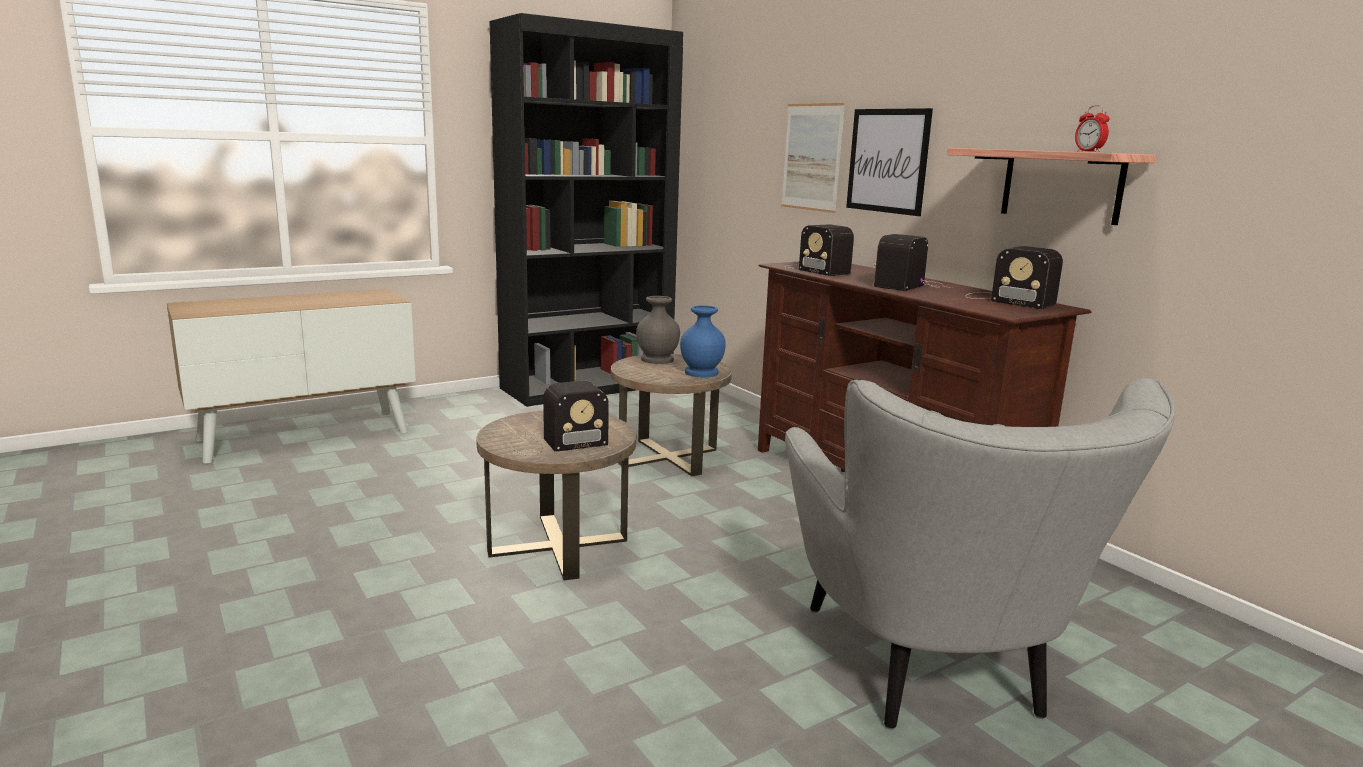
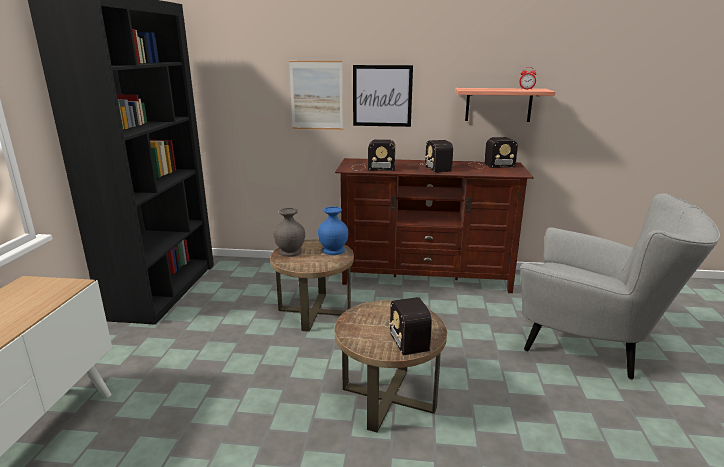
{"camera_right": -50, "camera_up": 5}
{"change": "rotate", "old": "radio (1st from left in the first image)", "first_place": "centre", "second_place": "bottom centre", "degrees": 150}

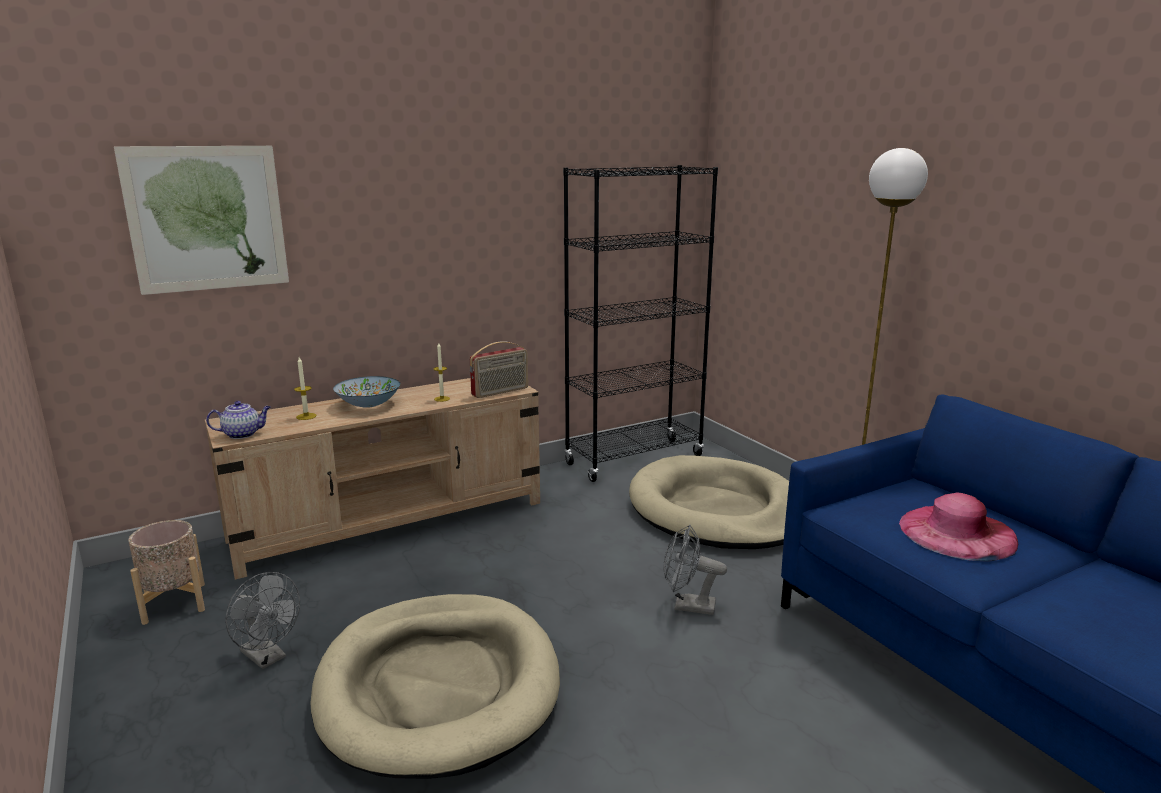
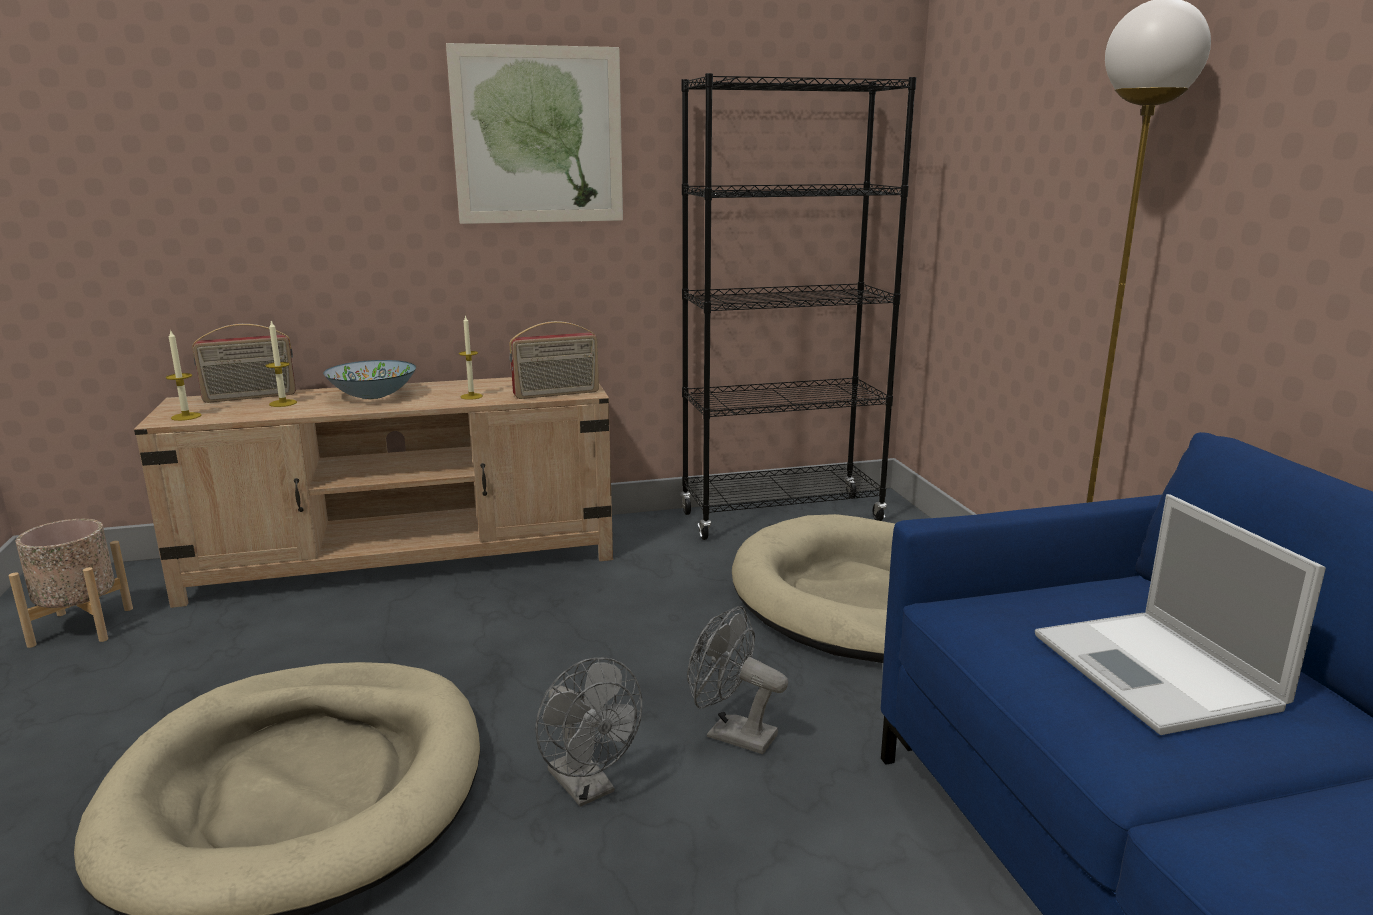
{"camera_right": 15, "camera_up": 0}
{"change": "move", "old": "wall art", "first_place": "top left", "second_place": "top centre"}
{"change": "replace", "old": "tea pot", "new": "wax candle (1st from left)", "first_place": "middle left", "second_place": "middle left"}
{"change": "move", "old": "grey fan (1st from left)", "first_place": "bottom left", "second_place": "bottom centre"}
{"change": "replace", "old": "pink hat", "new": "laptop", "first_place": "middle right", "second_place": "bottom right"}
{"change": "insert", "new": "radio (1st from left)", "second_place": "middle left"}

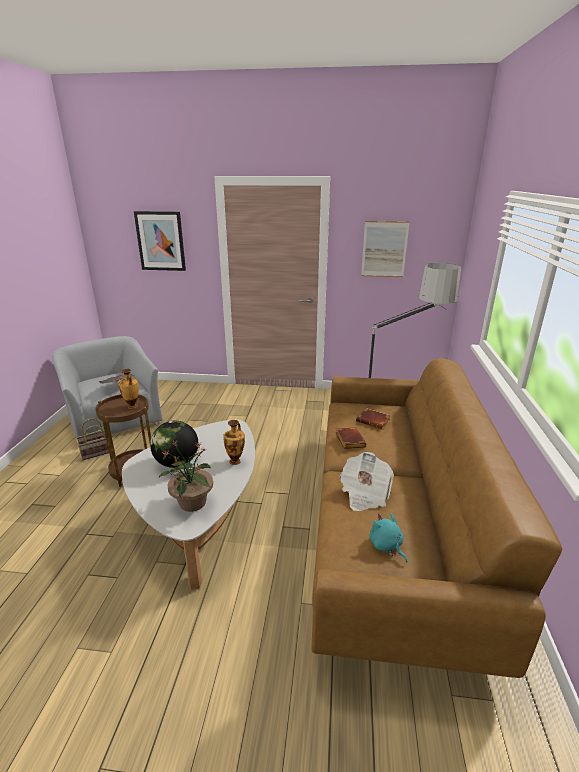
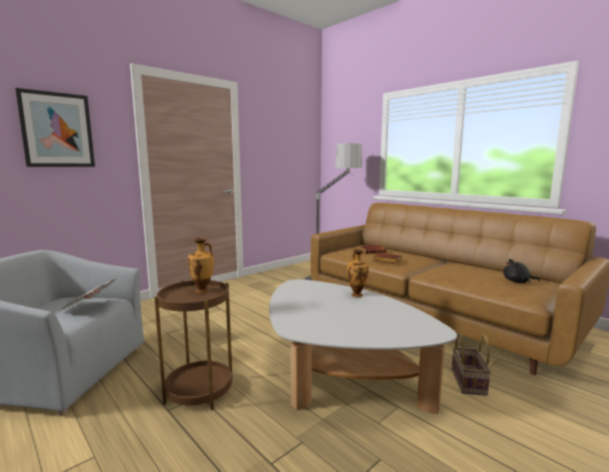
{"camera_right": -50, "camera_up": -15}
{"change": "move", "old": "basket", "first_place": "middle left", "second_place": "bottom right"}
{"change": "delete", "old": "world globe", "first_place": "middle left"}
{"change": "delete", "old": "potted plant", "first_place": "middle left"}
{"change": "delete", "old": "daily paper (2nd from left)", "first_place": "centre"}
{"change": "delete", "old": "wall art (2nd from left)", "first_place": "top centre"}
{"change": "recolor", "old": "turquoise cuddly toy", "new": "black-coloured cuddly toy", "first_place": "bottom right", "second_place": "middle right"}

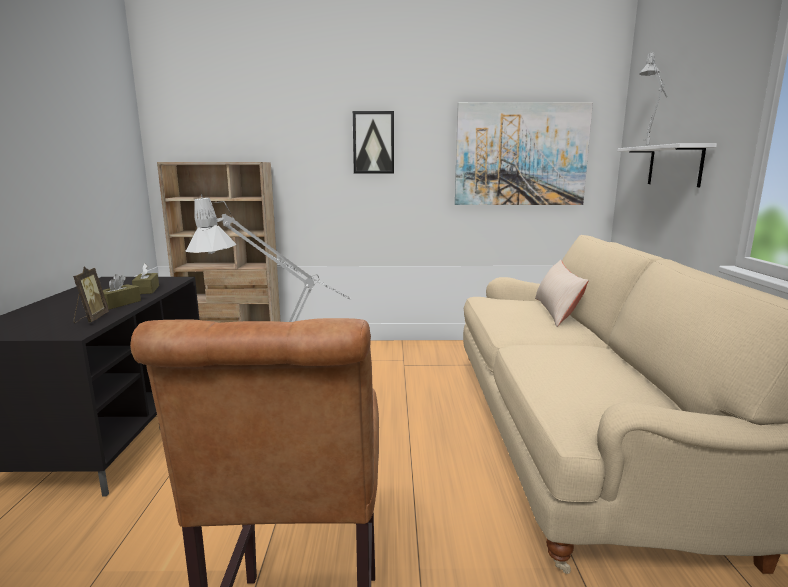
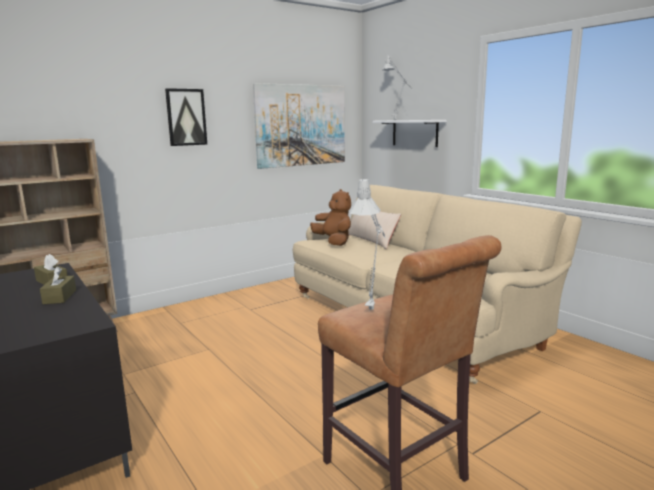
{"camera_right": -35, "camera_up": 0}
{"change": "delete", "old": "picture frame", "first_place": "middle left"}
{"change": "insert", "new": "brown cuddly toy", "second_place": "centre"}

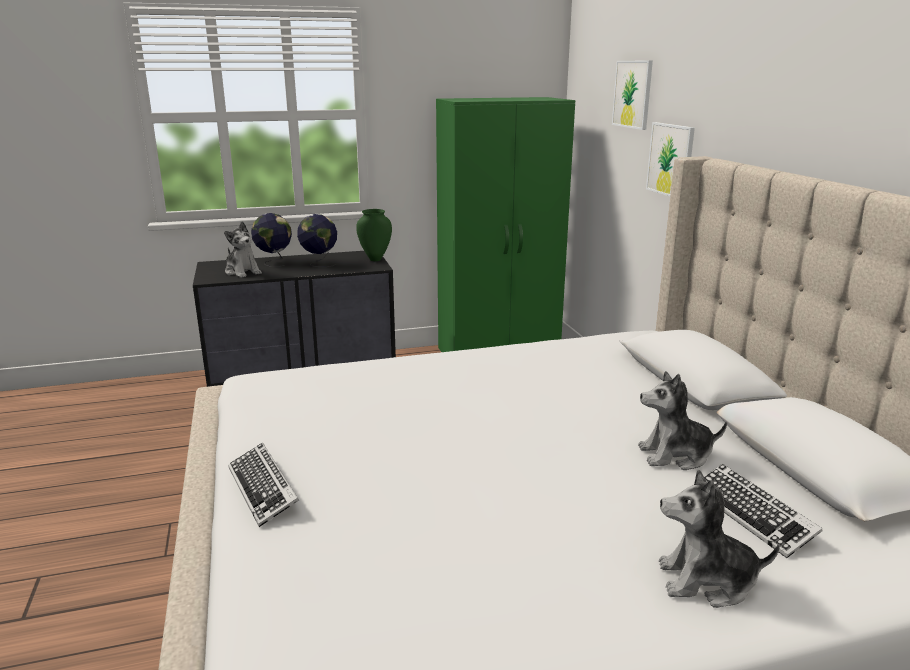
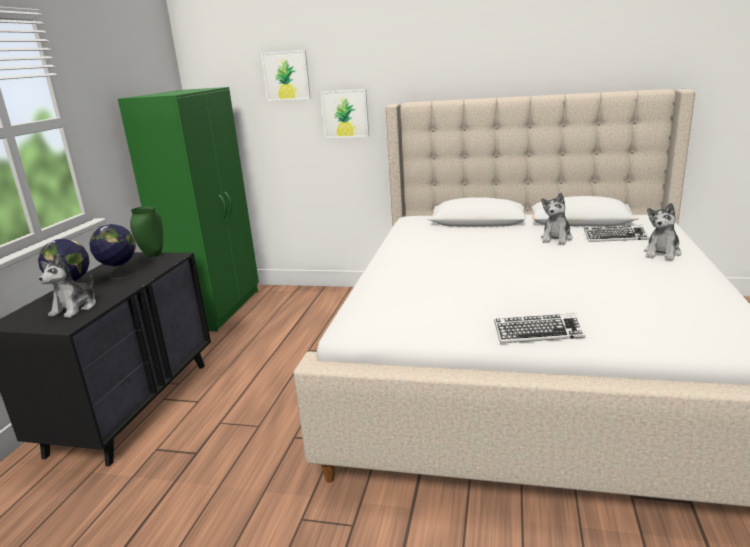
{"camera_right": -60, "camera_up": 0}
{"change": "rotate", "old": "cuddly toy (1st from left)", "first_place": "middle left", "second_place": "middle left", "degrees": 120}

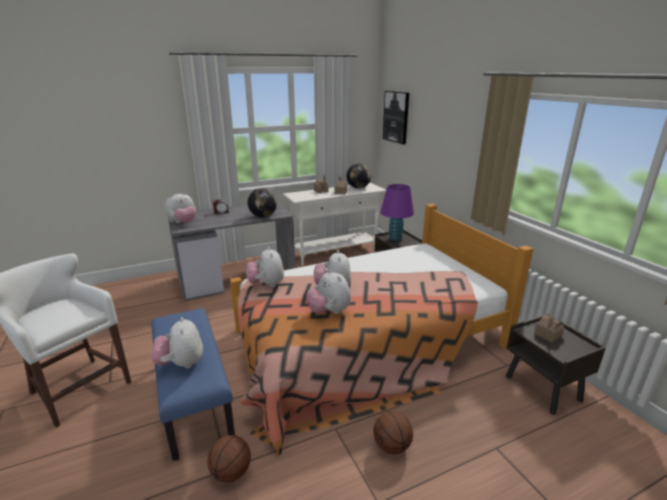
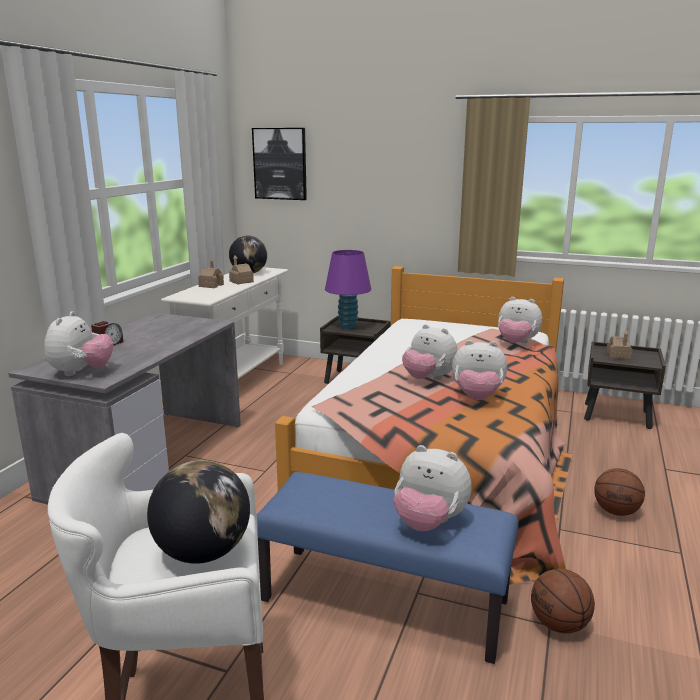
{"camera_right": -45, "camera_up": -5}
{"change": "move", "old": "cuddly toy (3rd from left in the first image)", "new": "cuddly toy (5th from left)", "first_place": "centre", "second_place": "middle right"}
{"change": "move", "old": "world globe (1st from left)", "first_place": "centre", "second_place": "bottom left"}

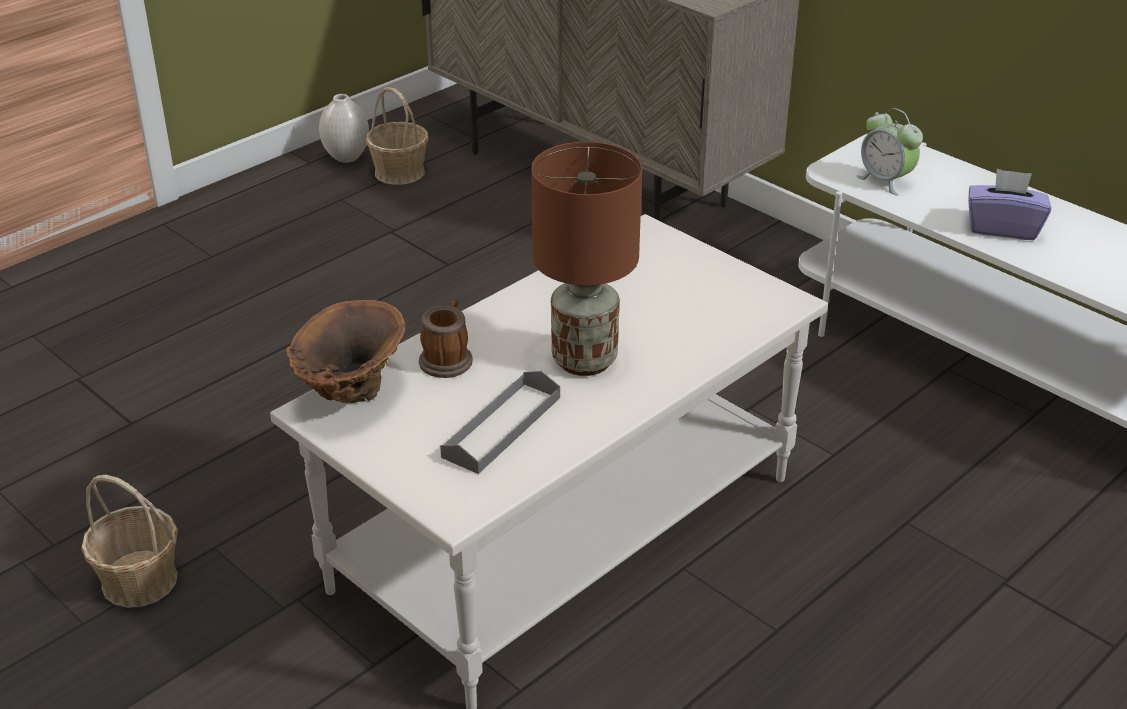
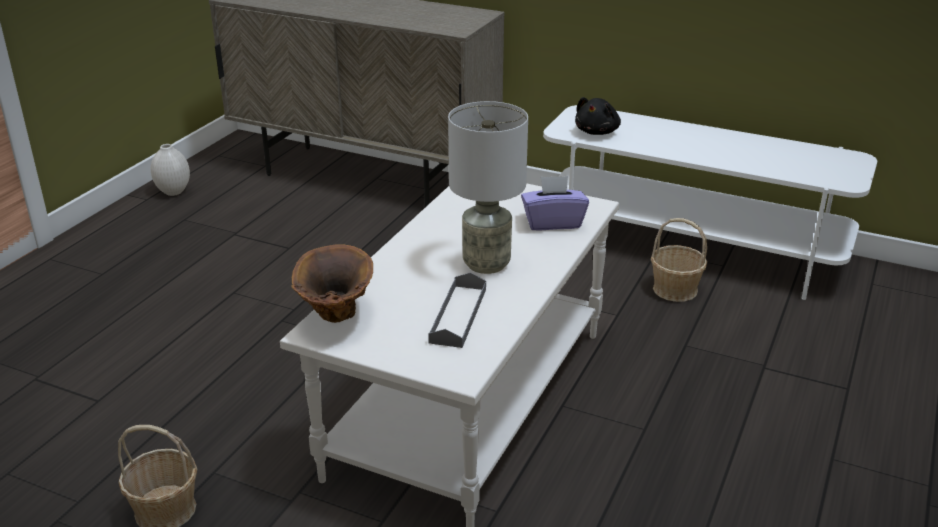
{"camera_right": -20, "camera_up": -5}
{"change": "move", "old": "basket (2nd from left)", "first_place": "top centre", "second_place": "middle right"}
{"change": "delete", "old": "mug", "first_place": "centre"}
{"change": "recolor", "old": "brown table lamp", "new": "grey table lamp", "first_place": "centre", "second_place": "centre"}
{"change": "replace", "old": "bedside clock", "new": "black-coloured cuddly toy", "first_place": "top right", "second_place": "top centre"}
{"change": "move", "old": "purple tissue holder", "first_place": "top right", "second_place": "centre"}

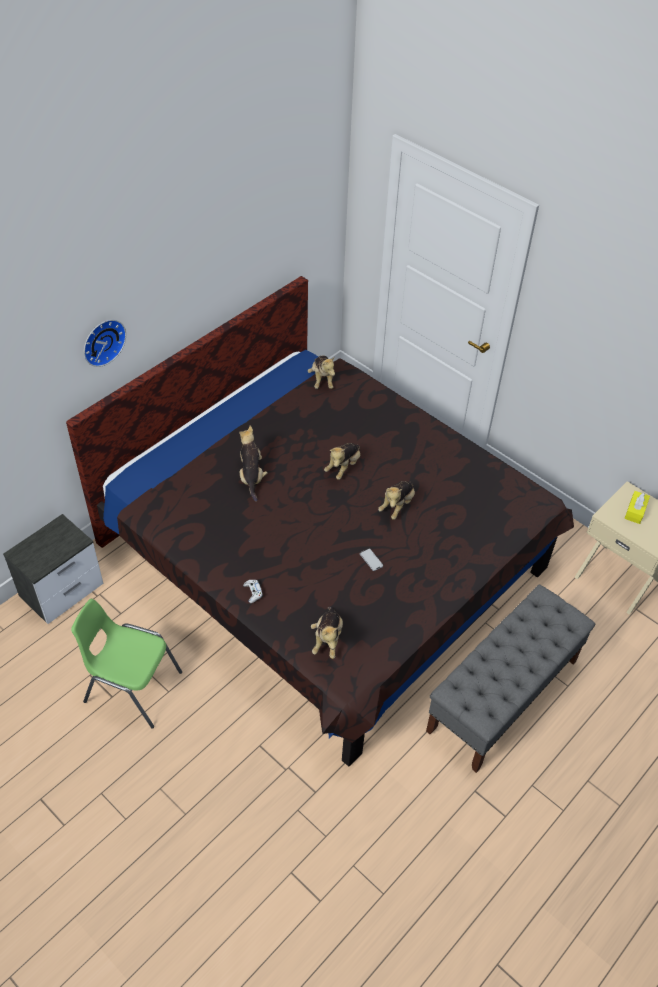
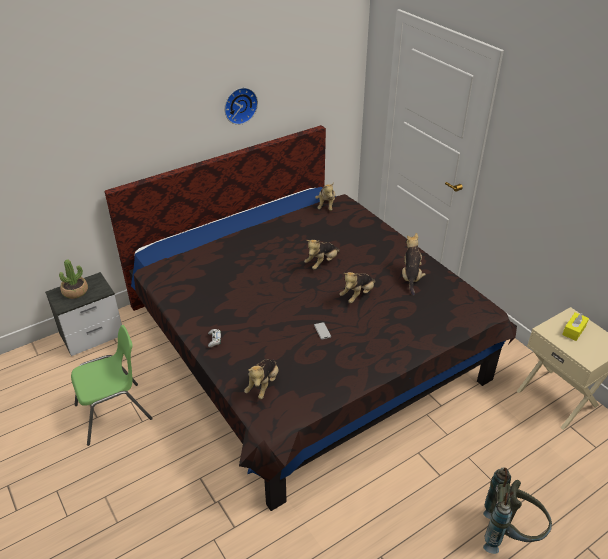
{"camera_right": 15, "camera_up": -10}
{"change": "rotate", "old": "greenish plain chair", "first_place": "bottom left", "second_place": "bottom left", "degrees": 120}
{"change": "move", "old": "clock on the wall", "first_place": "middle left", "second_place": "top centre"}
{"change": "move", "old": "cuddly toy (1st from left in the first image)", "new": "cuddly toy (5th from left)", "first_place": "centre", "second_place": "middle right"}
{"change": "delete", "old": "grey indoor bench", "first_place": "bottom right"}
{"change": "insert", "new": "potted plant", "second_place": "middle left"}
{"change": "insert", "new": "grey backpack", "second_place": "bottom right"}

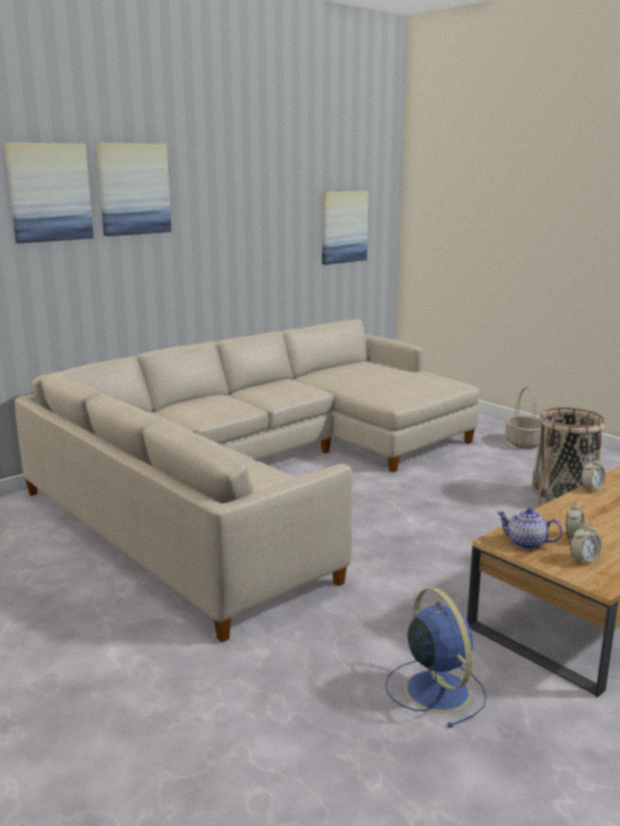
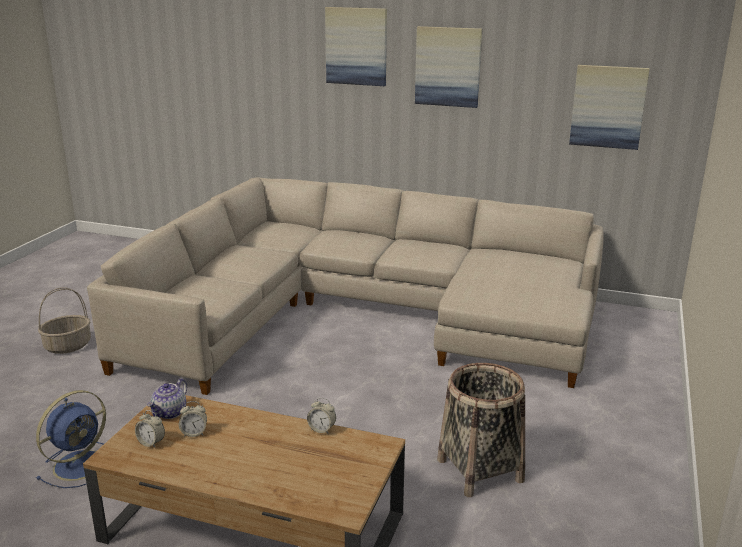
{"camera_right": 60, "camera_up": 5}
{"change": "move", "old": "wall art (1st from left in the first image)", "new": "wall art (2nd from left)", "first_place": "top left", "second_place": "top centre"}
{"change": "rotate", "old": "tea pot", "first_place": "middle right", "second_place": "bottom left", "degrees": -150}
{"change": "move", "old": "basket (1st from left)", "first_place": "middle right", "second_place": "middle left"}

